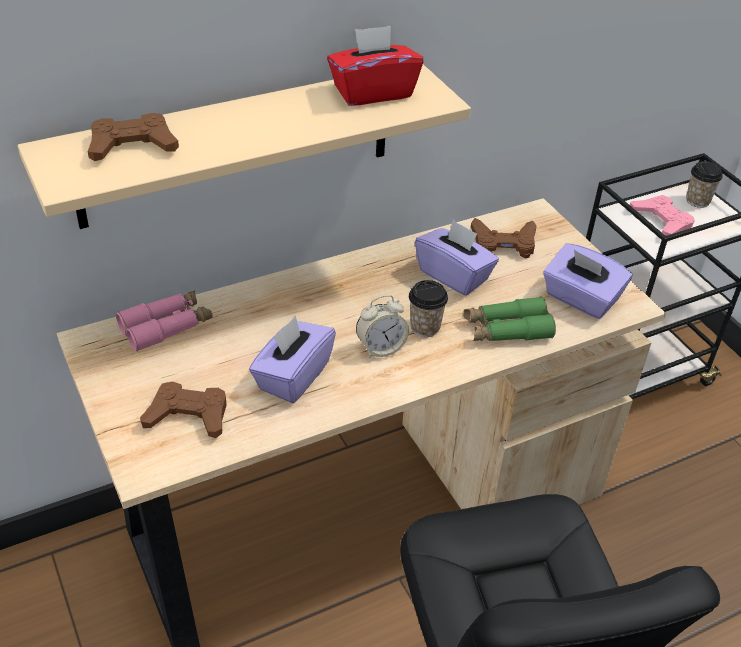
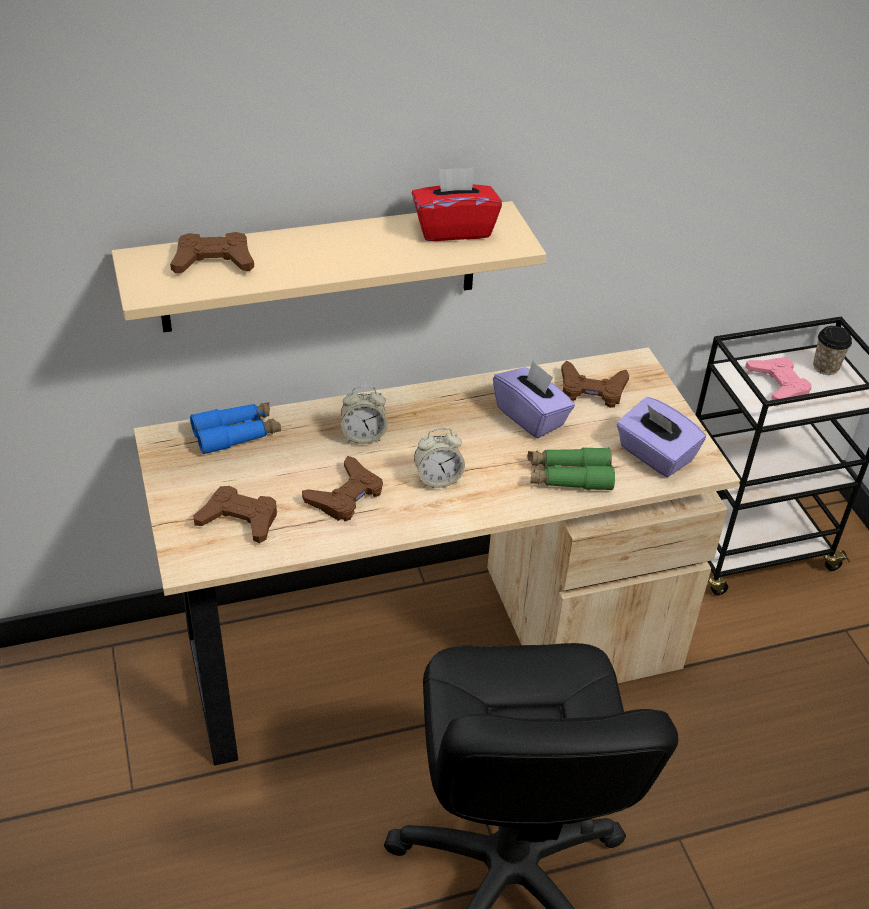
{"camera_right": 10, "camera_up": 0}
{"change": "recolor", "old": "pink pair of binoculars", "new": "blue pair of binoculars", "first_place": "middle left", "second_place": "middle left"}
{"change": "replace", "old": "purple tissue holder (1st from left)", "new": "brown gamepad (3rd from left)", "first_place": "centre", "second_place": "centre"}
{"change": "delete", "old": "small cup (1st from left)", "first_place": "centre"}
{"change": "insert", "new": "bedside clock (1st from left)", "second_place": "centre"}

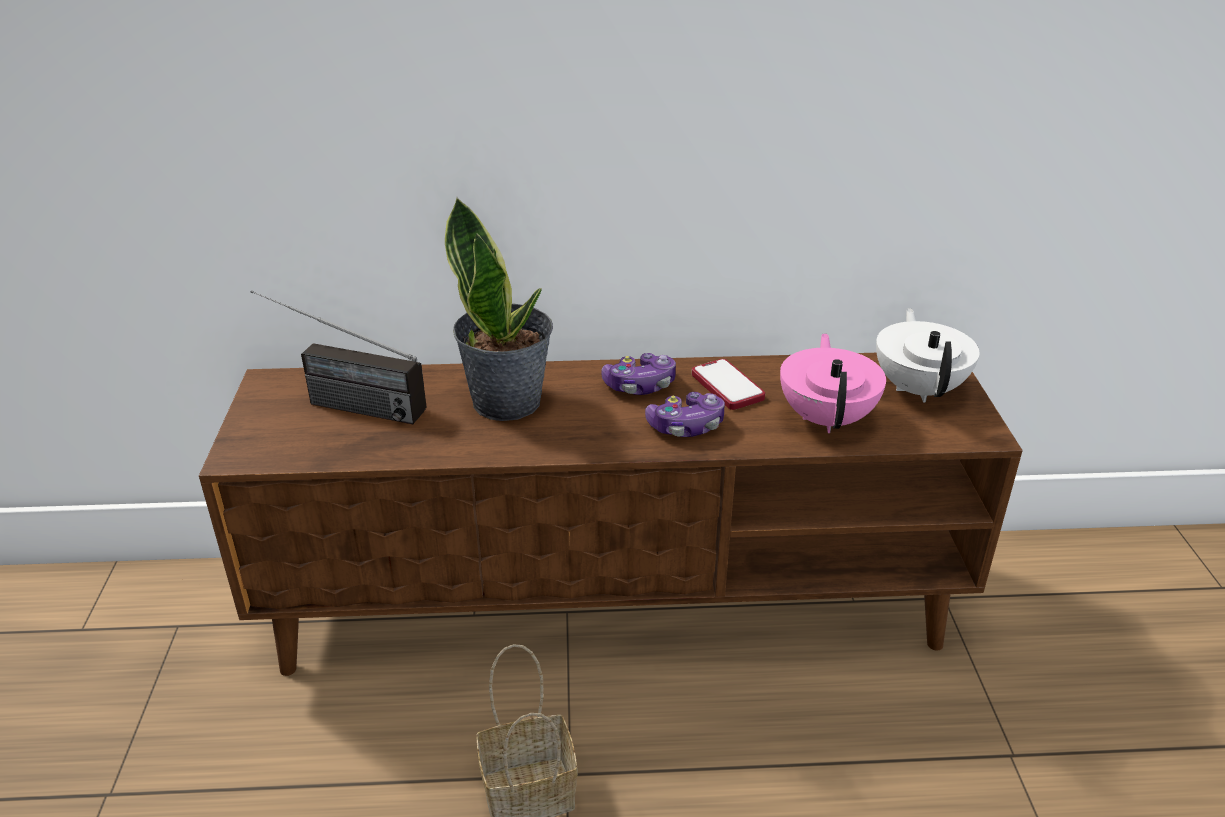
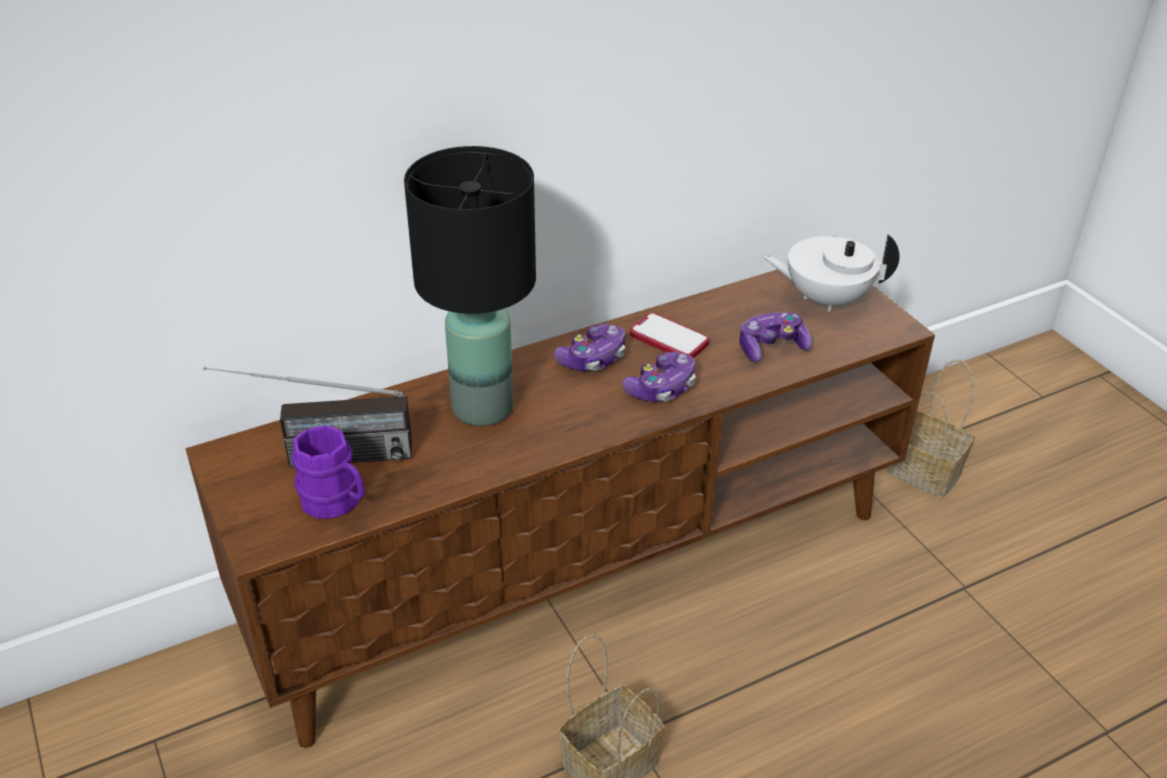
{"camera_right": -25, "camera_up": 5}
{"change": "replace", "old": "potted plant", "new": "black-coloured table lamp", "first_place": "centre", "second_place": "centre"}
{"change": "replace", "old": "pink tea pot", "new": "gamepad (3rd from left)", "first_place": "middle right", "second_place": "centre"}
{"change": "rotate", "old": "whitish tea pot", "first_place": "middle right", "second_place": "middle right", "degrees": -60}
{"change": "insert", "new": "purple mug", "second_place": "middle left"}
{"change": "insert", "new": "basket (2nd from left)", "second_place": "middle right"}

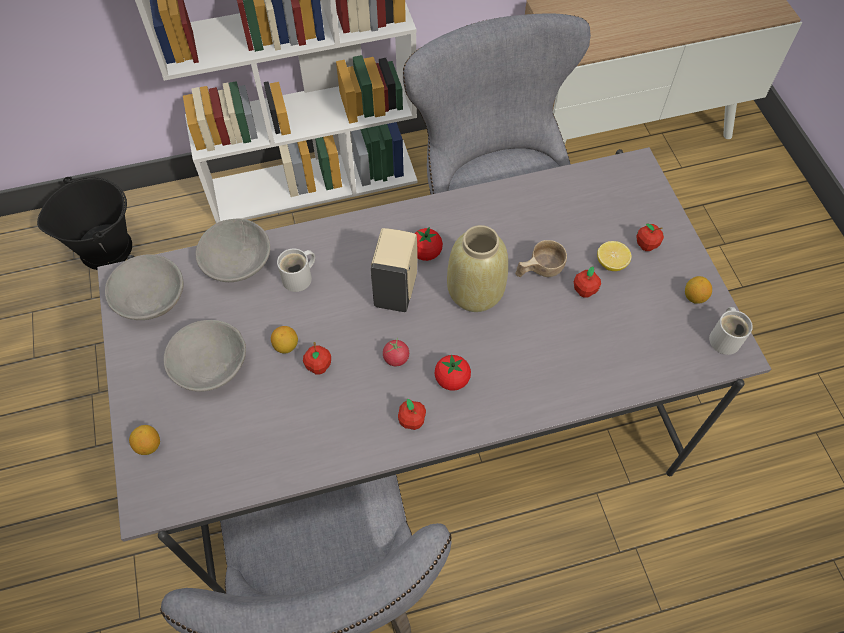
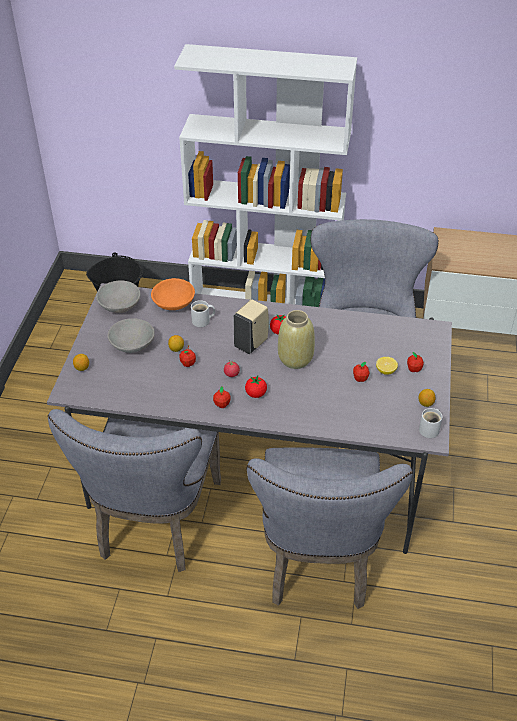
{"camera_right": 25, "camera_up": -15}
{"change": "recolor", "old": "grey bowl (3rd from left)", "new": "orange-coloured bowl", "first_place": "middle left", "second_place": "centre"}
{"change": "delete", "old": "beige small cup", "first_place": "centre"}
{"change": "insert", "new": "grey plain chair (2nd from left)", "second_place": "bottom centre"}

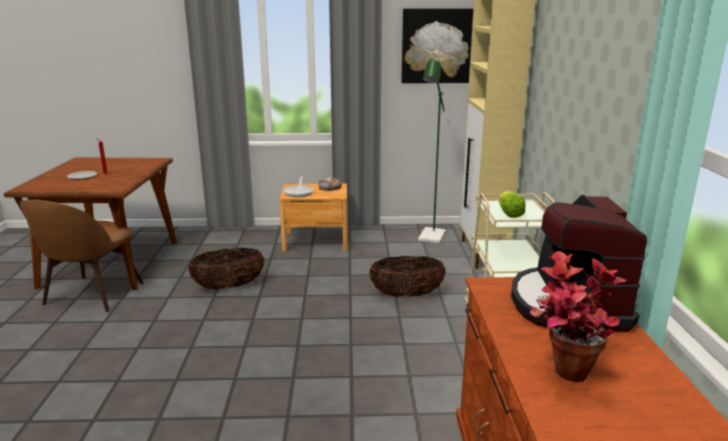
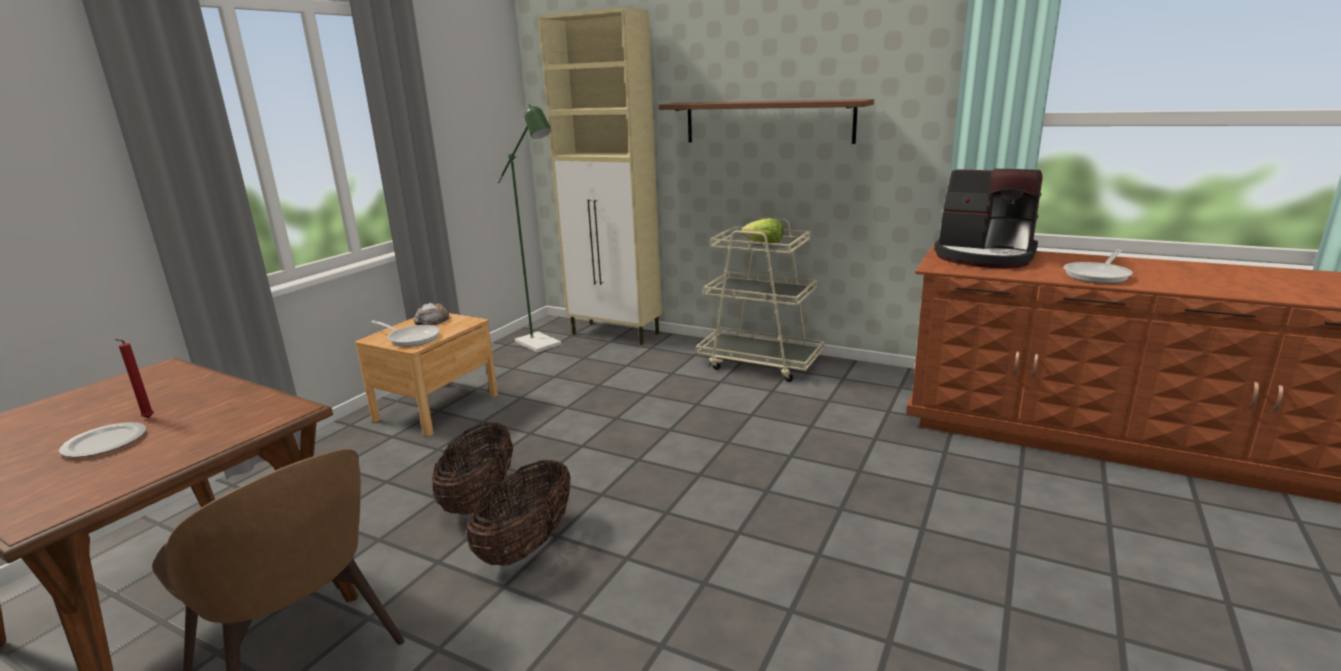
{"camera_right": -60, "camera_up": 0}
{"change": "move", "old": "basket (2nd from left)", "first_place": "centre", "second_place": "bottom centre"}
{"change": "delete", "old": "wall art", "first_place": "top centre"}
{"change": "replace", "old": "potted plant", "new": "pan (2nd from left)", "first_place": "bottom right", "second_place": "middle right"}
{"change": "insert", "new": "brown shelf", "second_place": "top centre"}

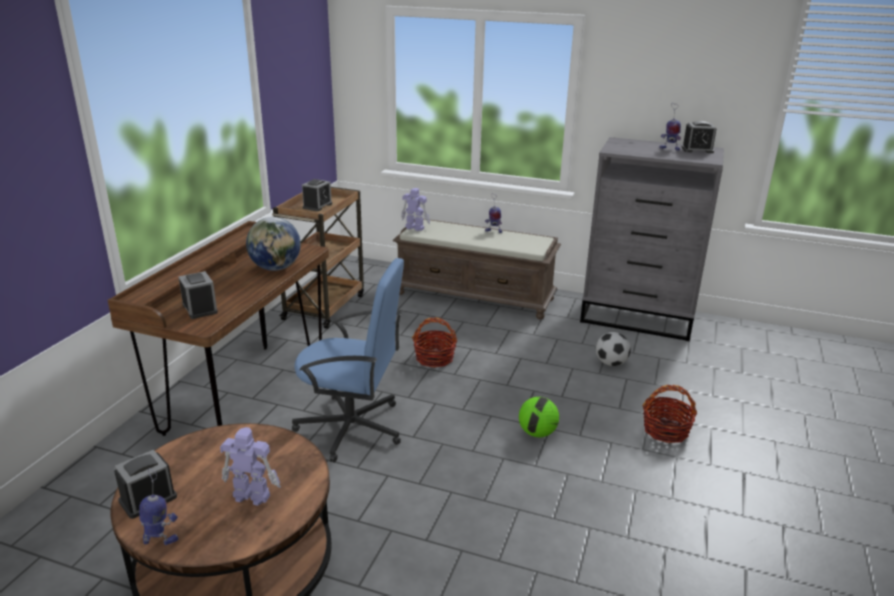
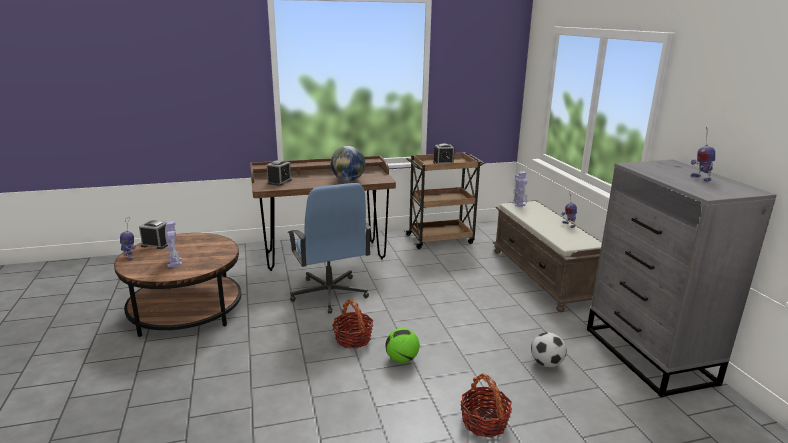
{"camera_right": 55, "camera_up": -5}
{"change": "move", "old": "basket (1st from left)", "first_place": "centre", "second_place": "bottom centre"}
{"change": "delete", "old": "bedside clock (4th from left)", "first_place": "top right"}

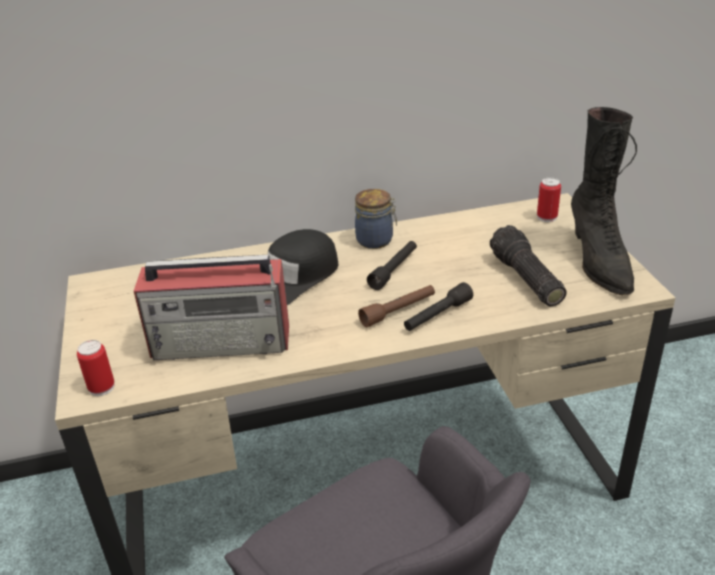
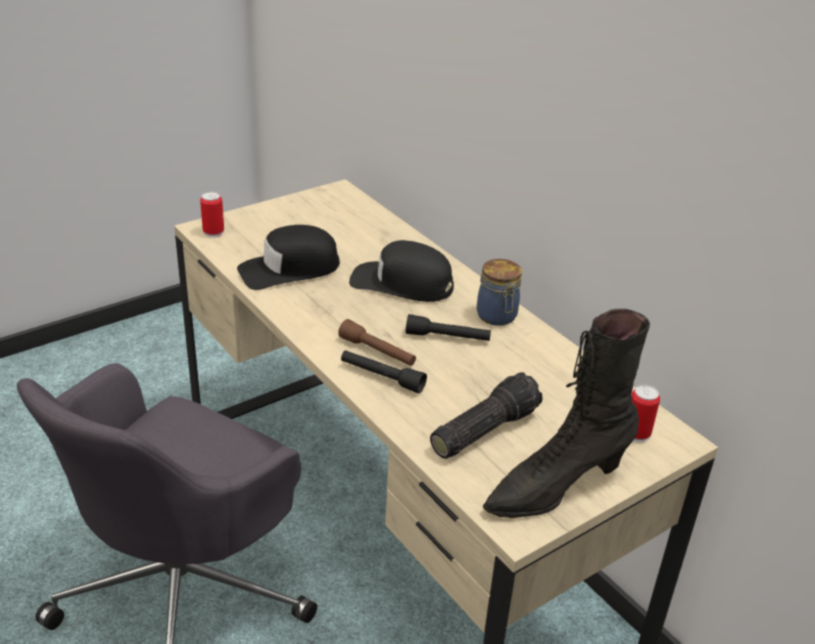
{"camera_right": 65, "camera_up": 0}
{"change": "replace", "old": "radio", "new": "black-coloured baseball cap (1st from left)", "first_place": "middle left", "second_place": "centre"}

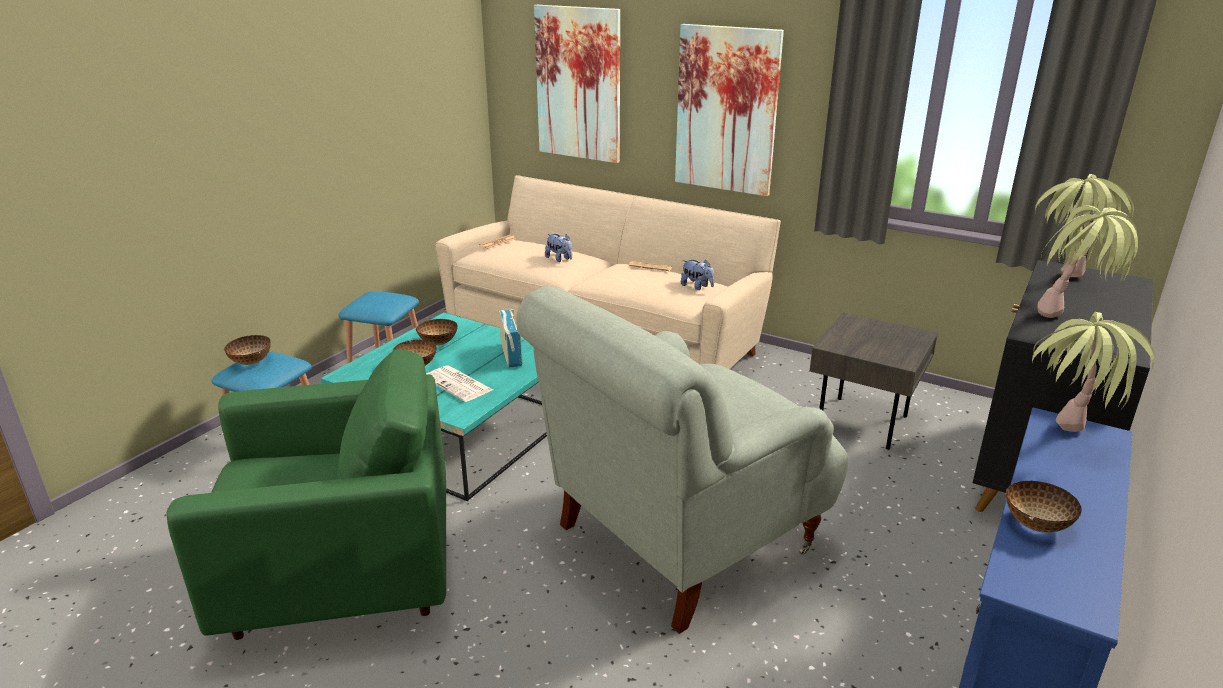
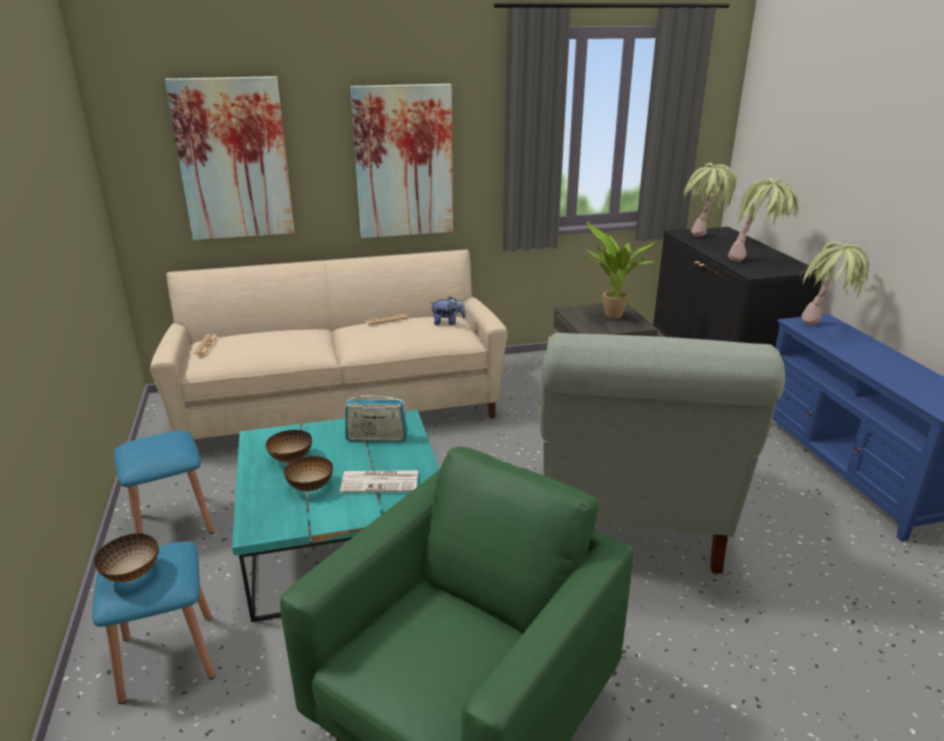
{"camera_right": -45, "camera_up": 0}
{"change": "rotate", "old": "radio", "first_place": "centre", "second_place": "centre", "degrees": 150}
{"change": "delete", "old": "cuddly toy (1st from left)", "first_place": "centre"}
{"change": "delete", "old": "bowl (4th from left)", "first_place": "bottom right"}
{"change": "insert", "new": "potted plant (1st from left)", "second_place": "centre"}

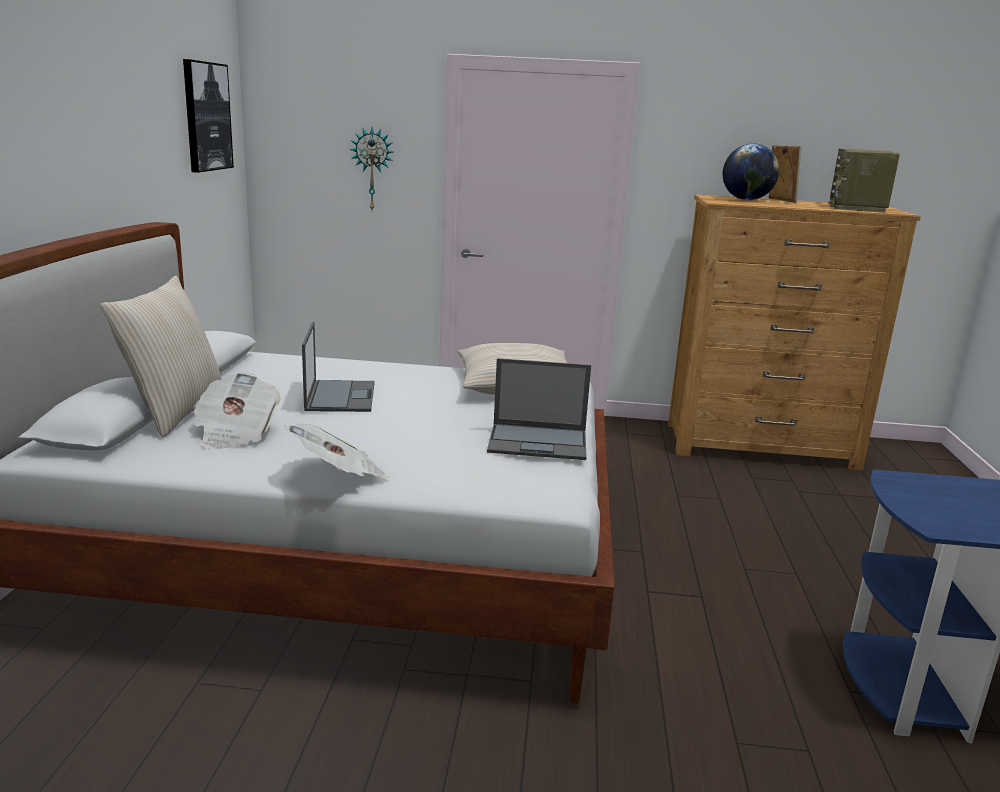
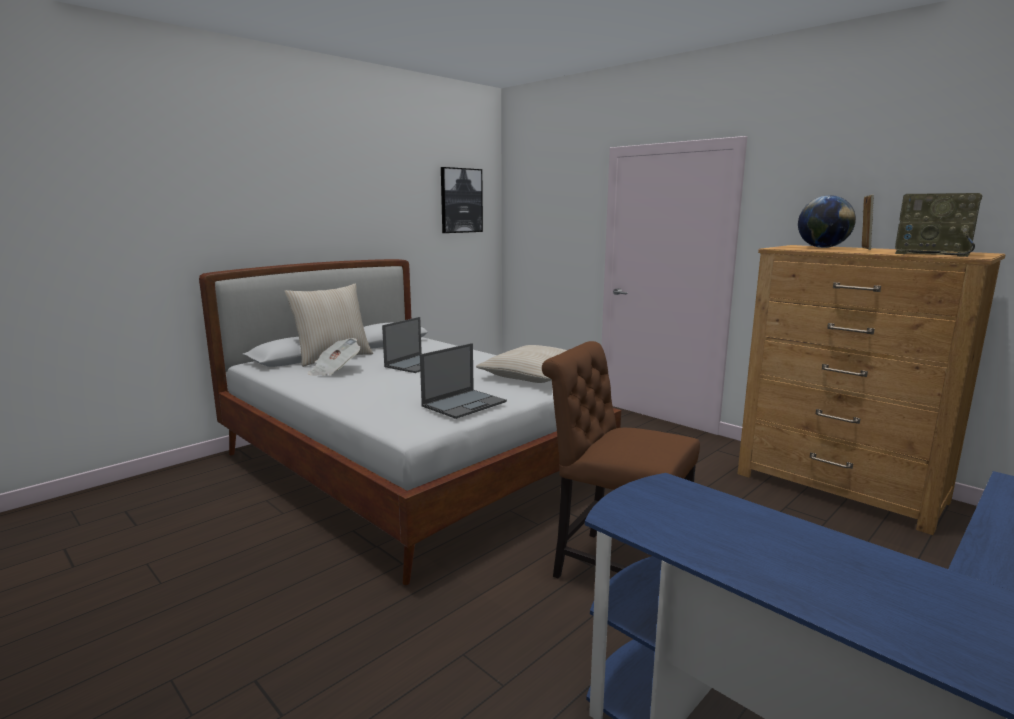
{"camera_right": 40, "camera_up": -5}
{"change": "delete", "old": "daily paper (2nd from left)", "first_place": "centre"}
{"change": "delete", "old": "clock on the wall", "first_place": "top centre"}
{"change": "rotate", "old": "laptop (2nd from left)", "first_place": "centre", "second_place": "centre", "degrees": -90}
{"change": "rotate", "old": "radio", "first_place": "top right", "second_place": "top right", "degrees": -105}
{"change": "insert", "new": "brown plain chair", "second_place": "centre"}

